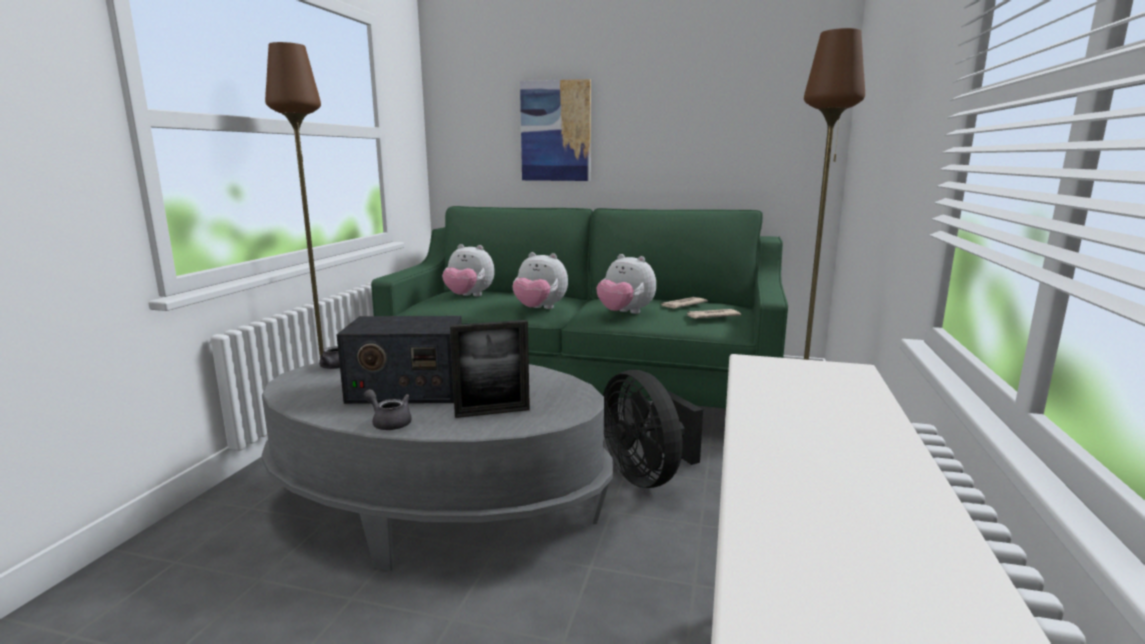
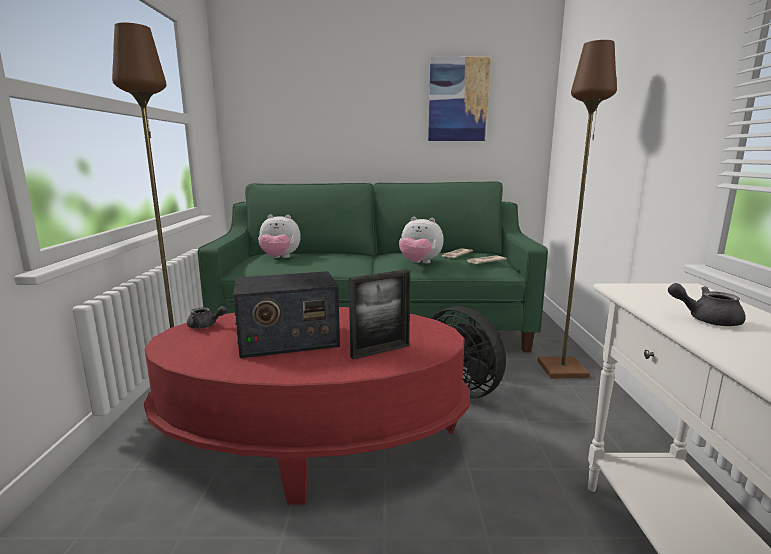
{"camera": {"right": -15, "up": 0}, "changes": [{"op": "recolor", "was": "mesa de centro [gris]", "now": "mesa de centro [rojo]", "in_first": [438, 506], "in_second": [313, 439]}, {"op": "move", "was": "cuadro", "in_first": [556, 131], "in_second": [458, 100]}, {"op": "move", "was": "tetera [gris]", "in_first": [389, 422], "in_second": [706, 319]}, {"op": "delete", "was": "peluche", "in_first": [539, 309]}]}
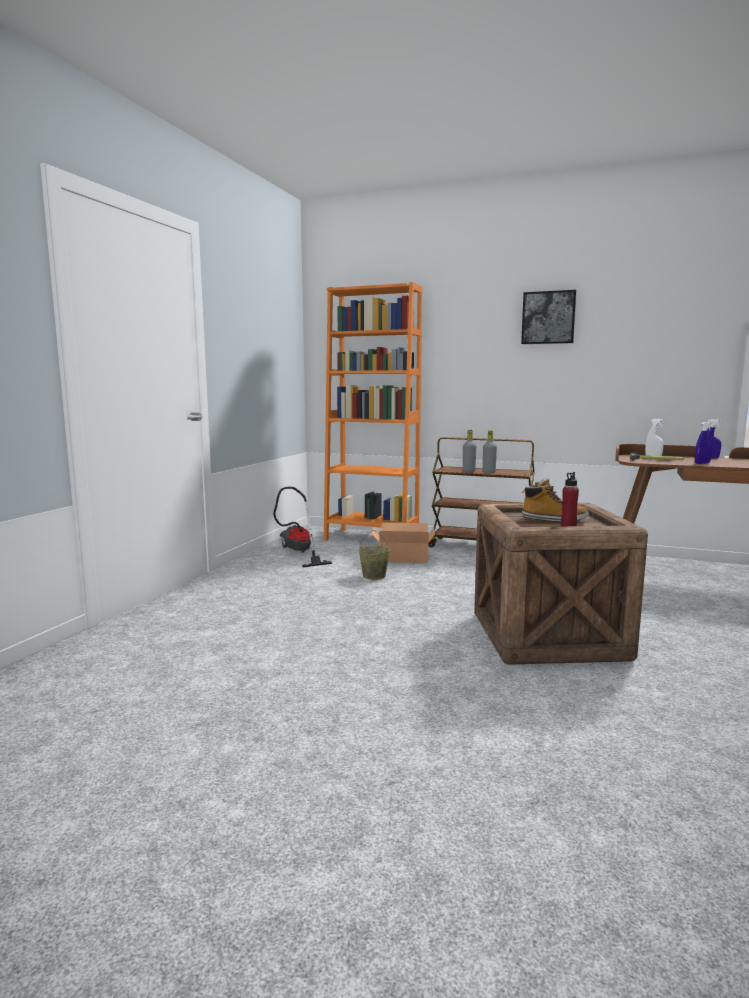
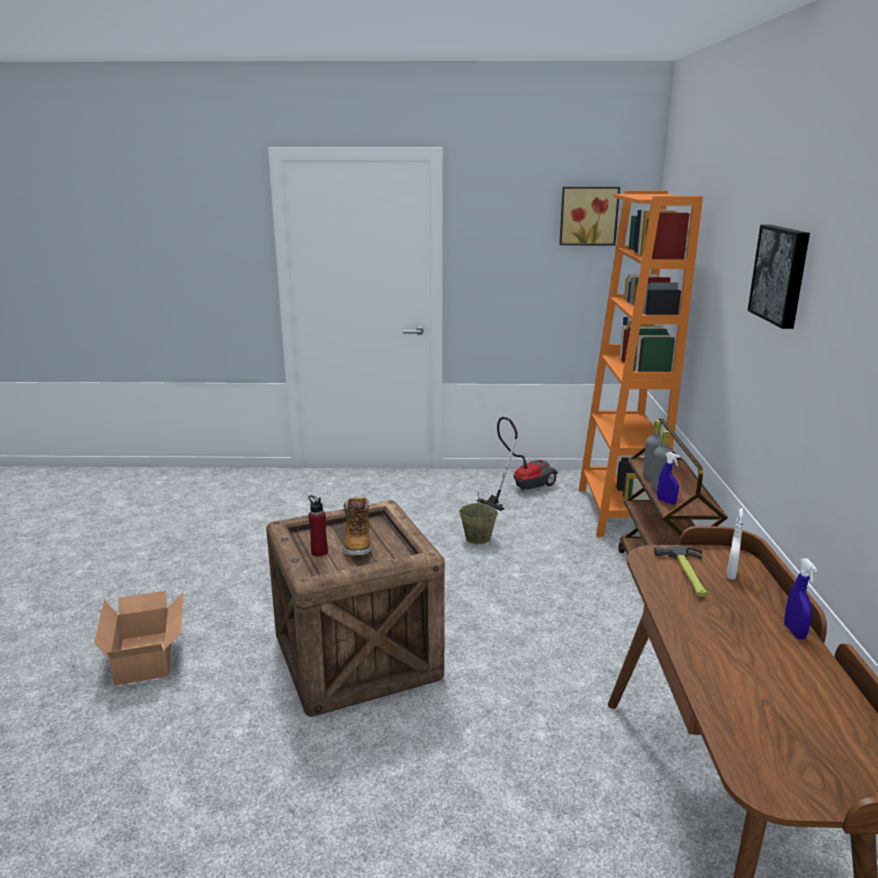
{"camera": {"right": 70, "up": 10}, "changes": [{"op": "move", "was": "caja de cartón", "in_first": [402, 557], "in_second": [148, 655]}, {"op": "insert", "now": "cuadro", "in_second": [588, 216]}, {"op": "move", "was": "pulverizador [azul]", "in_first": [702, 463], "in_second": [666, 501]}]}
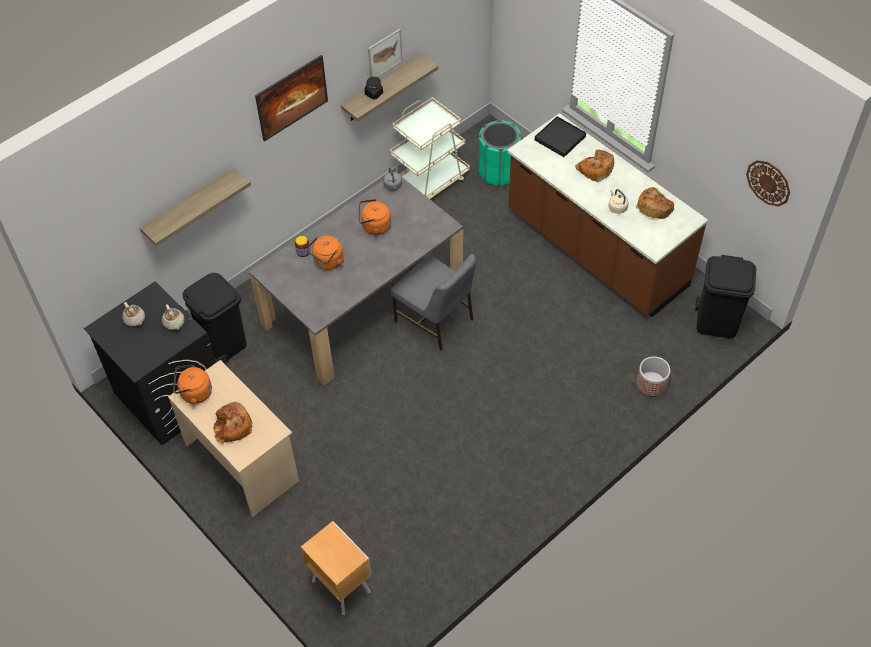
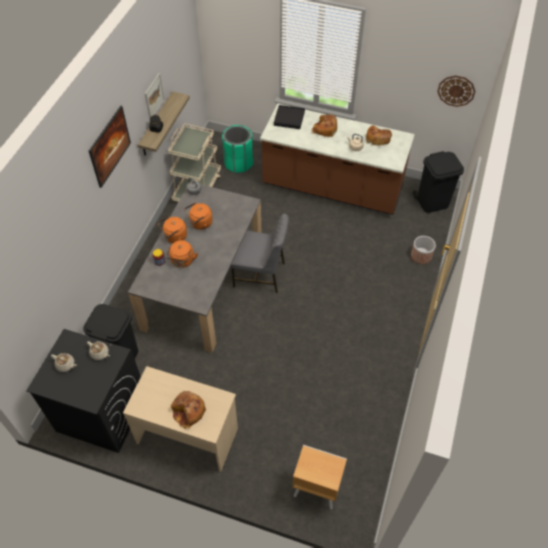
{"camera": {"right": -30, "up": 0}, "changes": [{"op": "move", "was": "hervidor [naranja]", "in_first": [194, 393], "in_second": [174, 237]}, {"op": "delete", "was": "estante", "in_first": [190, 207]}]}
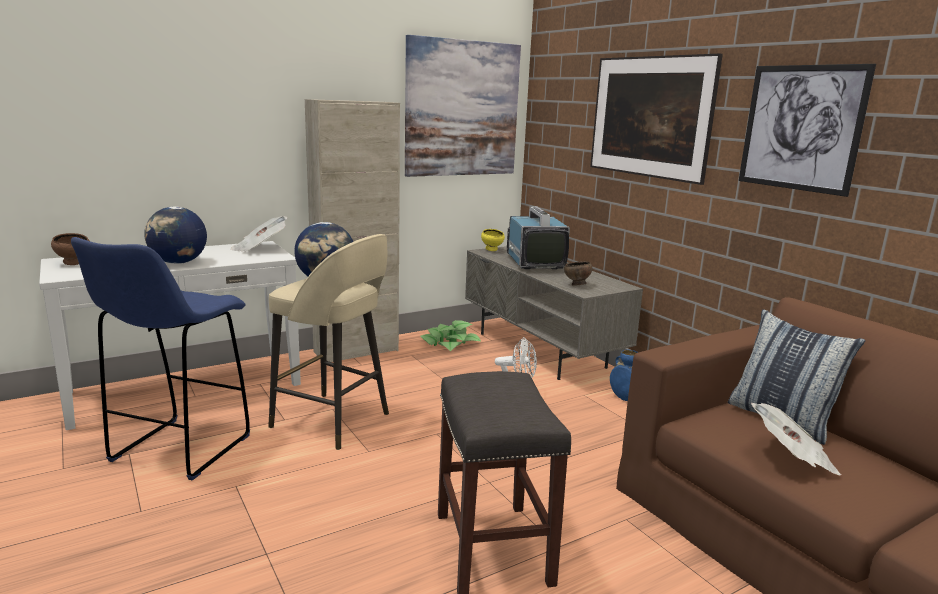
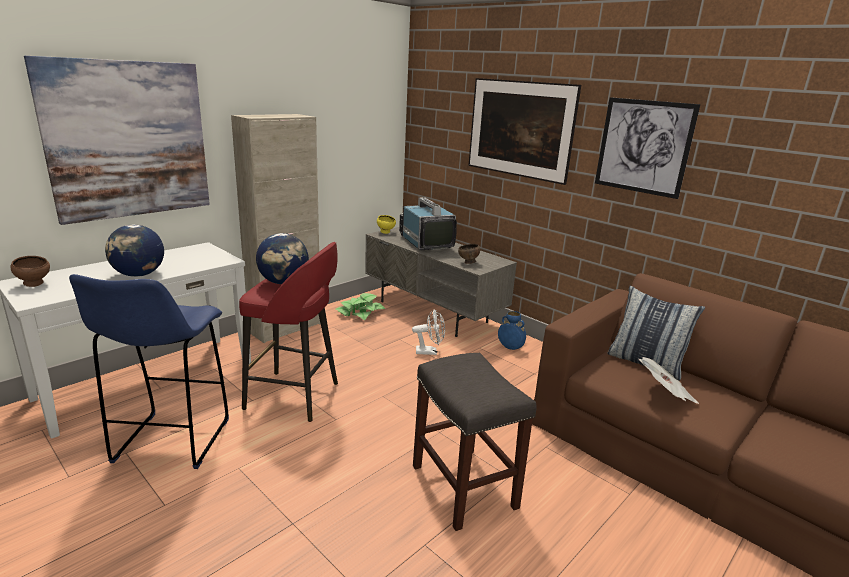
{"camera": {"right": -15, "up": 5}, "changes": [{"op": "move", "was": "cuadro", "in_first": [462, 109], "in_second": [128, 140]}, {"op": "recolor", "was": "taburete [beis]", "now": "taburete [rojo]", "in_first": [333, 421], "in_second": [295, 396]}, {"op": "delete", "was": "periódico", "in_first": [260, 248]}]}
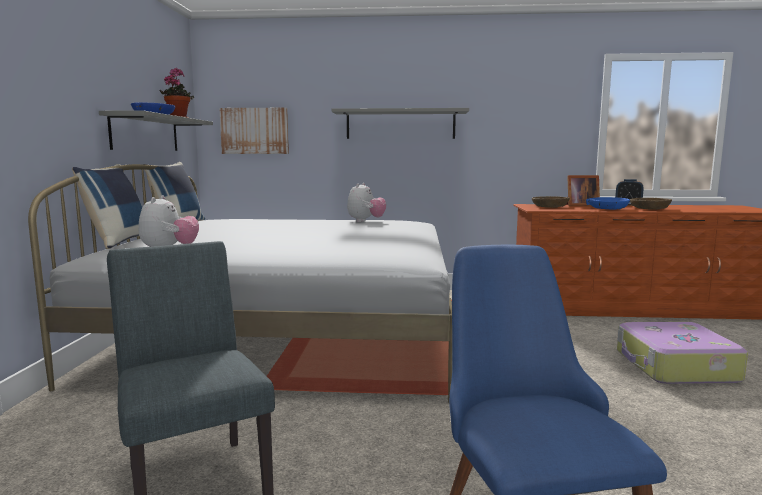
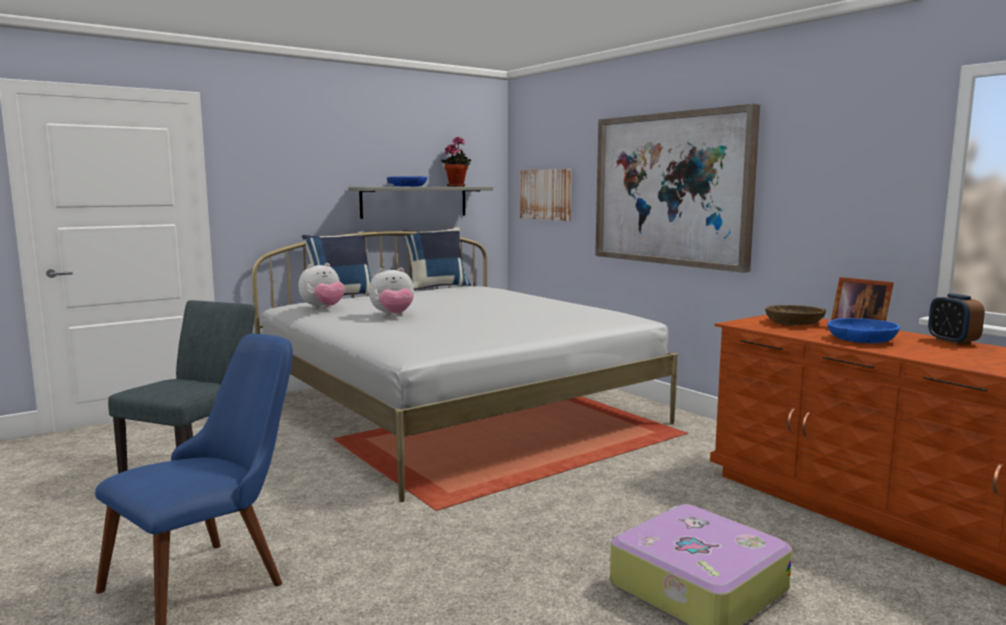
{"camera": {"right": 50, "up": 0}, "changes": [{"op": "move", "was": "peluche", "in_first": [365, 221], "in_second": [393, 316]}, {"op": "replace", "was": "estante [gris]", "now": "cuadro", "in_first": [400, 124], "in_second": [671, 189]}, {"op": "delete", "was": "cuenco [marrón]", "in_first": [649, 208]}]}
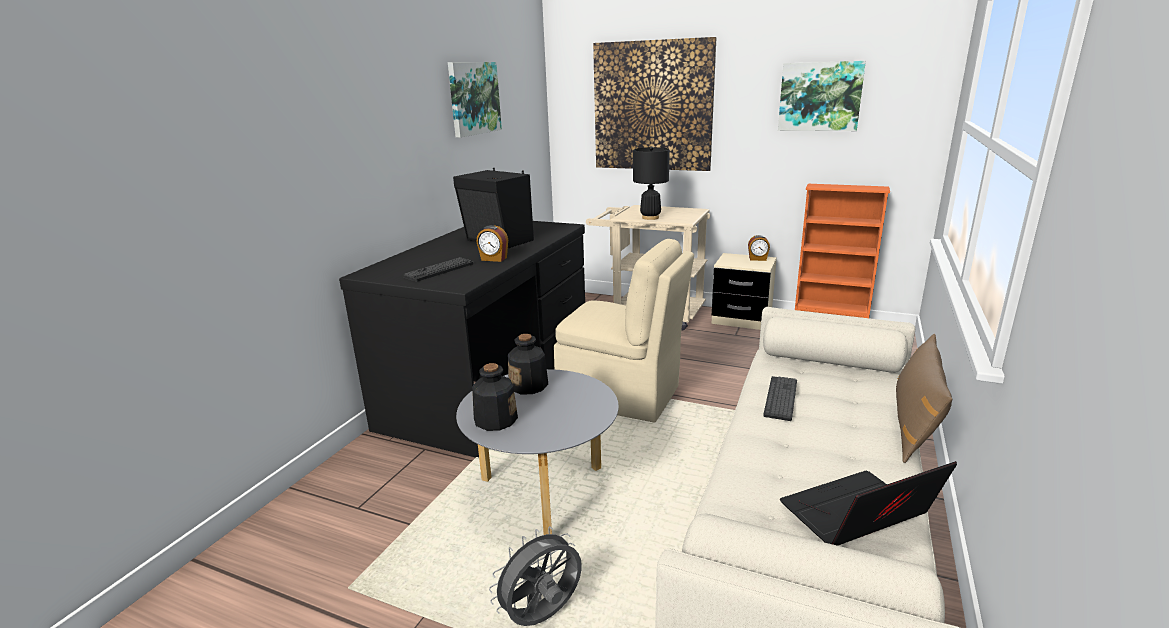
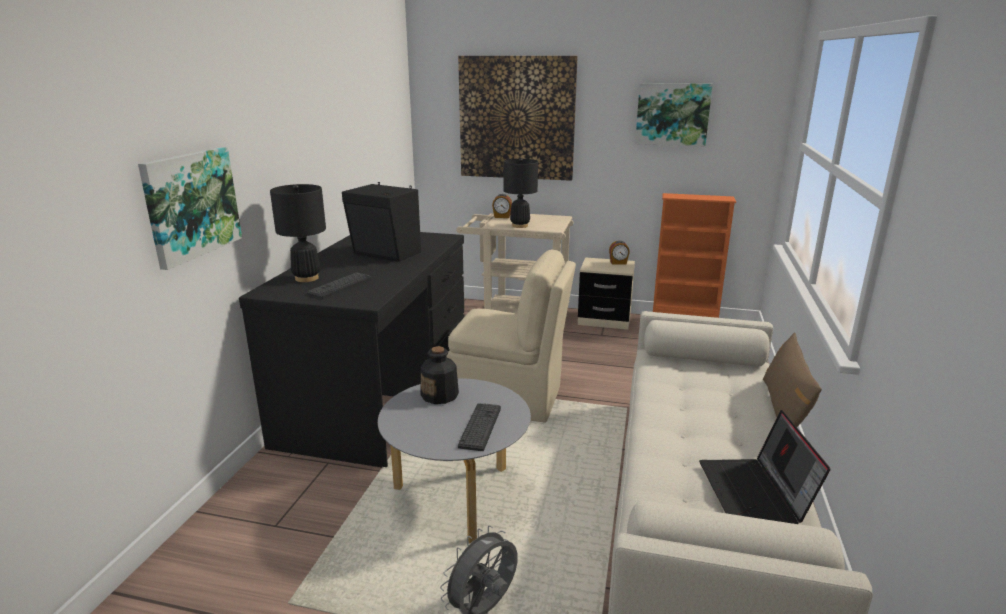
{"camera": {"right": -10, "up": 0}, "changes": [{"op": "move", "was": "cuadro", "in_first": [473, 98], "in_second": [191, 204]}, {"op": "insert", "now": "lámpara de mesa [negro]", "in_second": [307, 278]}, {"op": "move", "was": "teclado", "in_first": [780, 398], "in_second": [480, 427]}, {"op": "move", "was": "despertador", "in_first": [493, 259], "in_second": [502, 217]}, {"op": "rotate", "was": "portátil", "in_first": [857, 517], "in_second": [755, 493], "clockwise": -60}, {"op": "delete", "was": "botella", "in_first": [495, 420]}]}
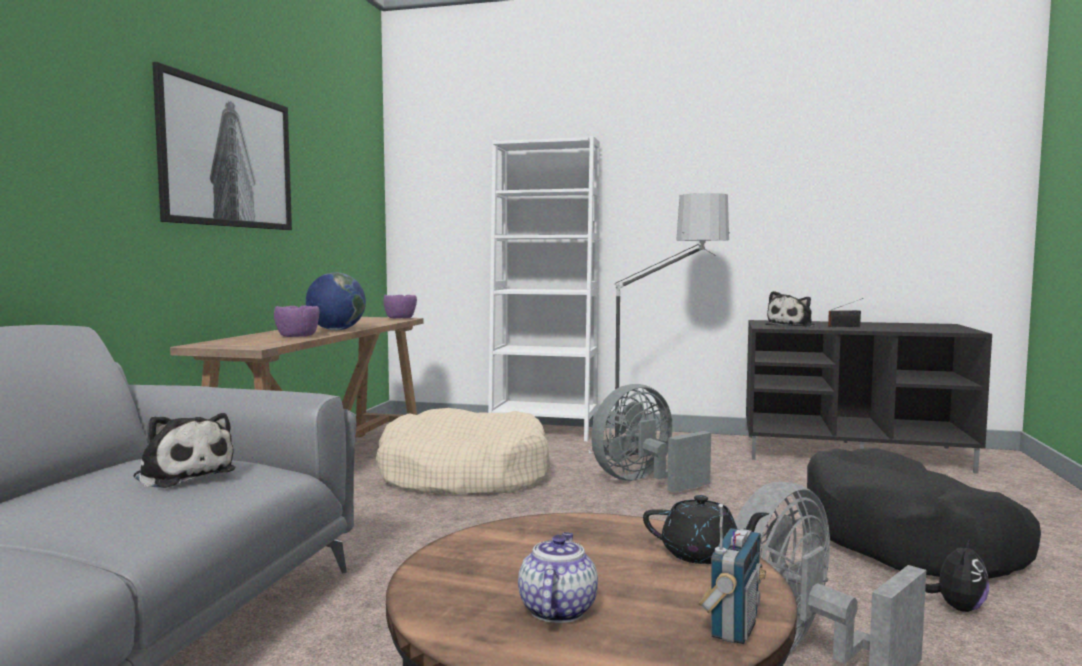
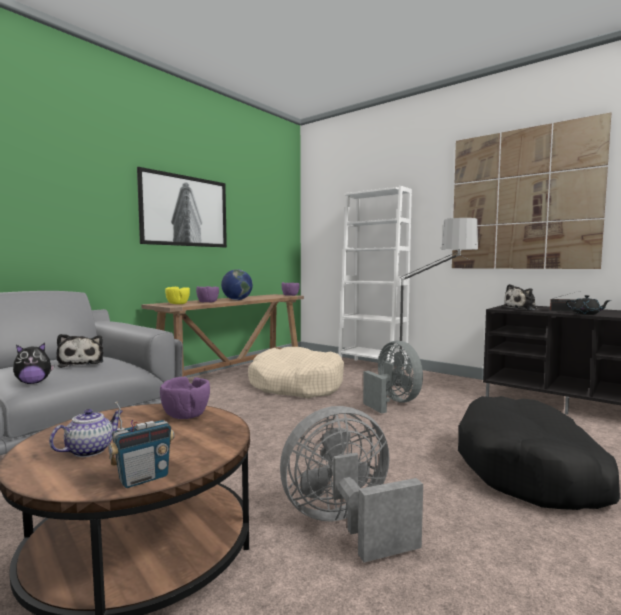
{"camera": {"right": 25, "up": 0}, "changes": [{"op": "move", "was": "peluche", "in_first": [958, 608], "in_second": [33, 383]}, {"op": "insert", "now": "cuenco [morado]", "in_second": [185, 415]}, {"op": "insert", "now": "cuenco [amarillo]", "in_second": [177, 304]}, {"op": "rotate", "was": "ventilador [gris]", "in_first": [644, 482], "in_second": [393, 403], "clockwise": 75}, {"op": "insert", "now": "cuadro", "in_second": [522, 199]}, {"op": "move", "was": "tetera [negro]", "in_first": [702, 554], "in_second": [586, 313]}]}
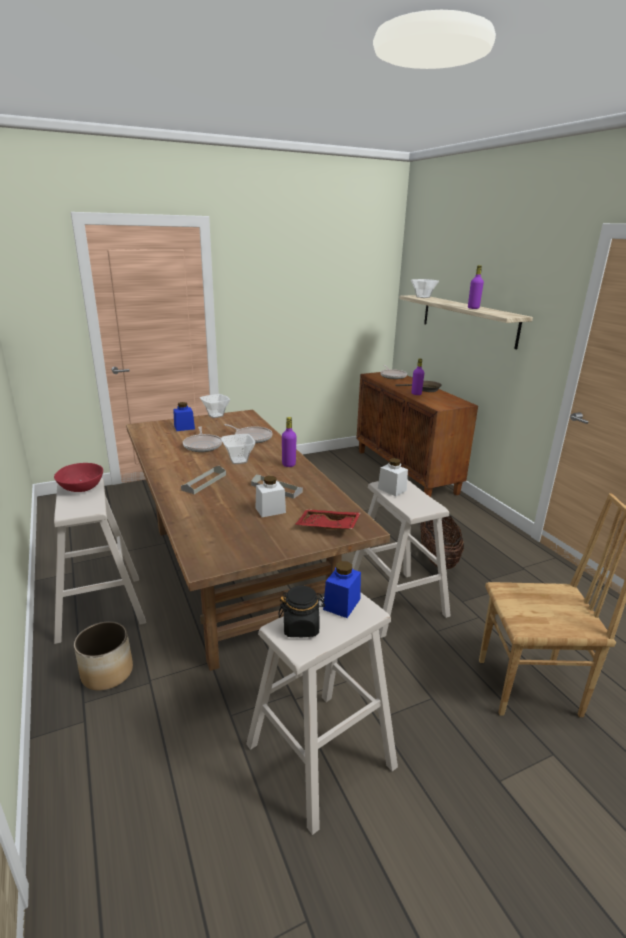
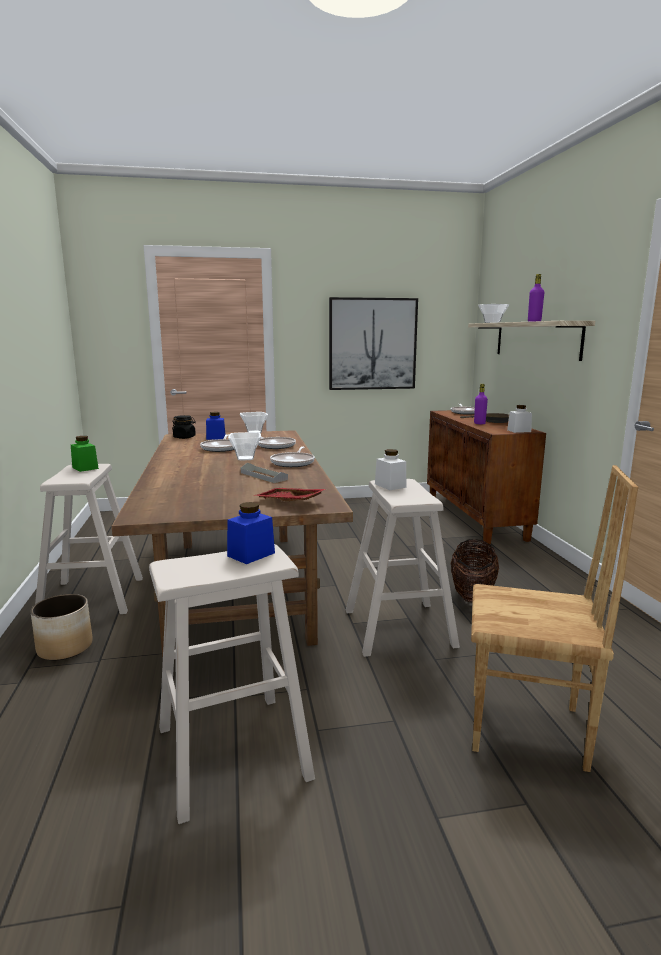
{"camera": {"right": 15, "up": -10}, "changes": [{"op": "replace", "was": "cuenco [rojo]", "now": "tarro [verde]", "in_first": [81, 488], "in_second": [85, 468]}, {"op": "move", "was": "tarro [negro]", "in_first": [301, 627], "in_second": [184, 437]}, {"op": "replace", "was": "botella [morado]", "now": "sartén", "in_first": [288, 464], "in_second": [293, 463]}, {"op": "insert", "now": "cuadro", "in_second": [372, 344]}, {"op": "move", "was": "tarro [blanco]", "in_first": [270, 510], "in_second": [519, 431]}, {"op": "delete", "was": "bandeja [gris]", "in_first": [204, 482]}]}
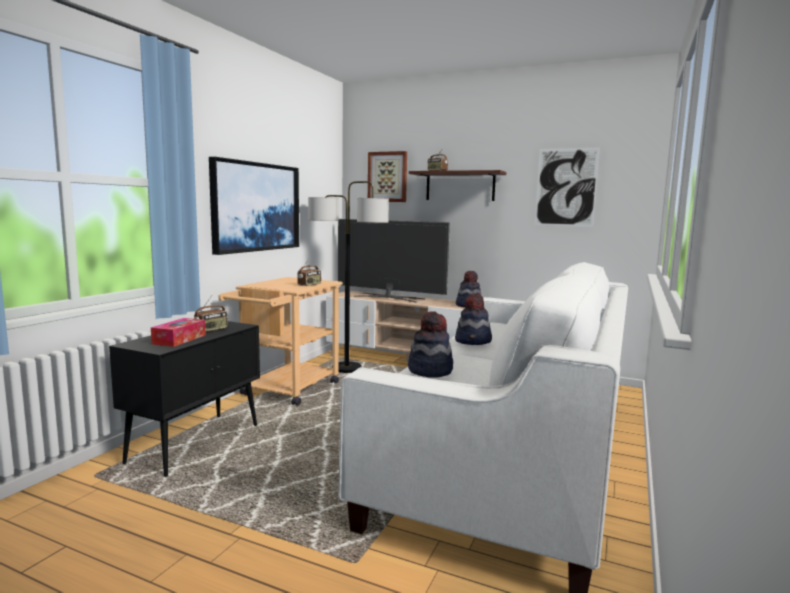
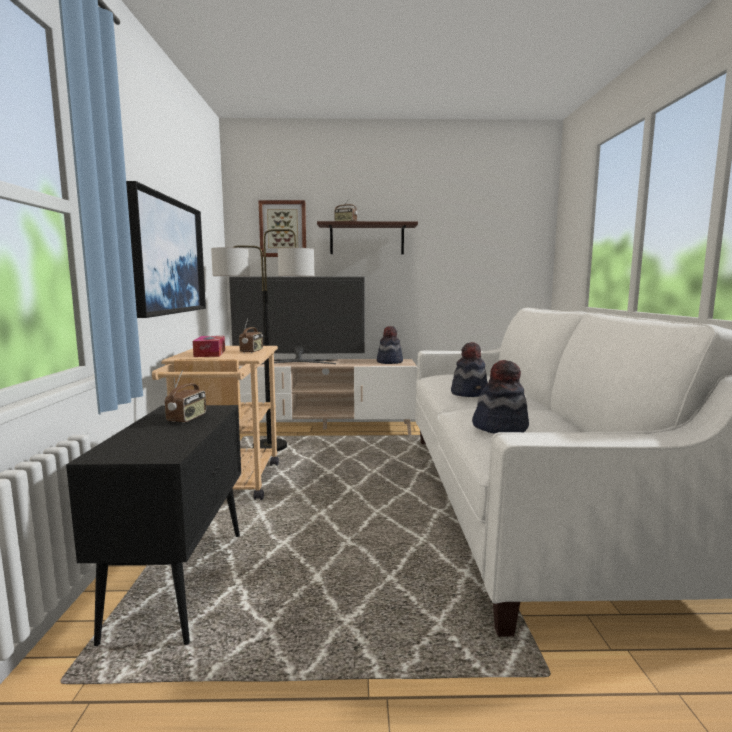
{"camera": {"right": -25, "up": 0}, "changes": [{"op": "move", "was": "caja de pañuelos", "in_first": [179, 339], "in_second": [210, 353]}, {"op": "delete", "was": "cuadro", "in_first": [566, 187]}]}
